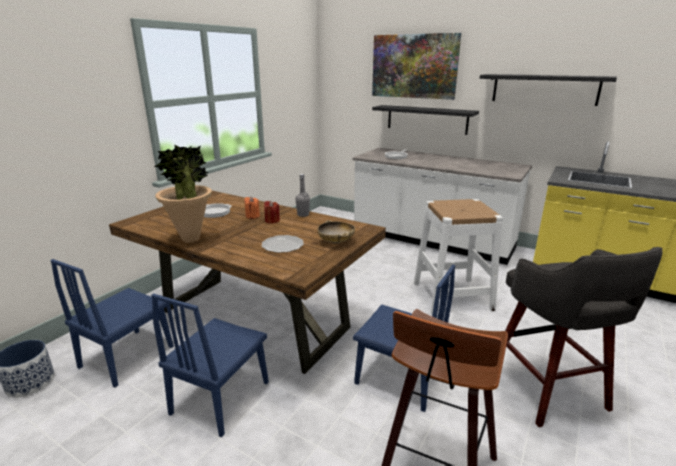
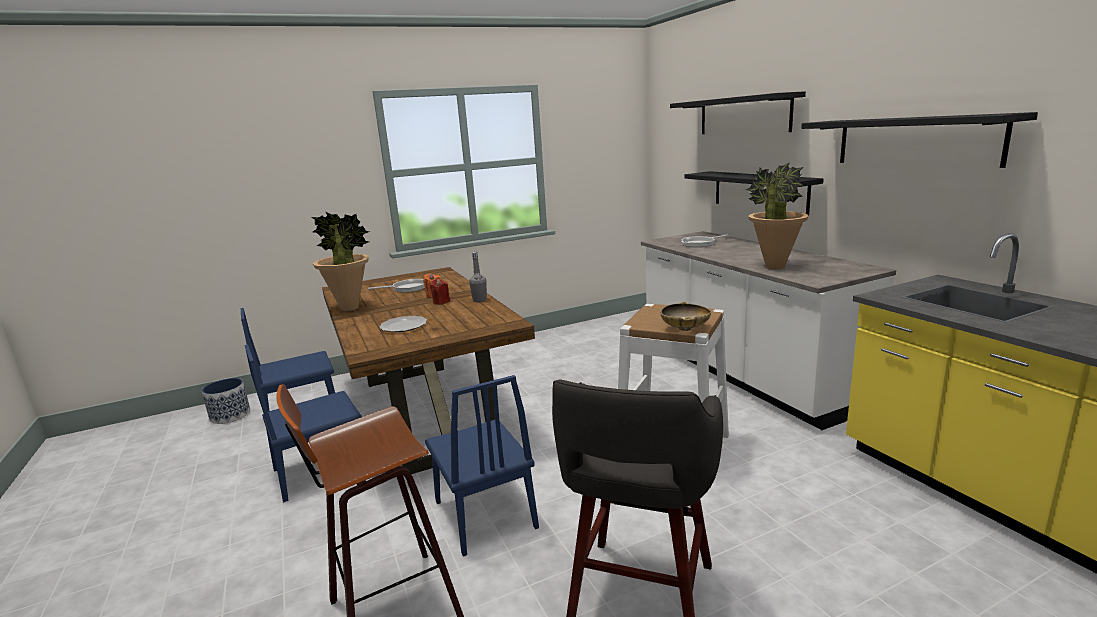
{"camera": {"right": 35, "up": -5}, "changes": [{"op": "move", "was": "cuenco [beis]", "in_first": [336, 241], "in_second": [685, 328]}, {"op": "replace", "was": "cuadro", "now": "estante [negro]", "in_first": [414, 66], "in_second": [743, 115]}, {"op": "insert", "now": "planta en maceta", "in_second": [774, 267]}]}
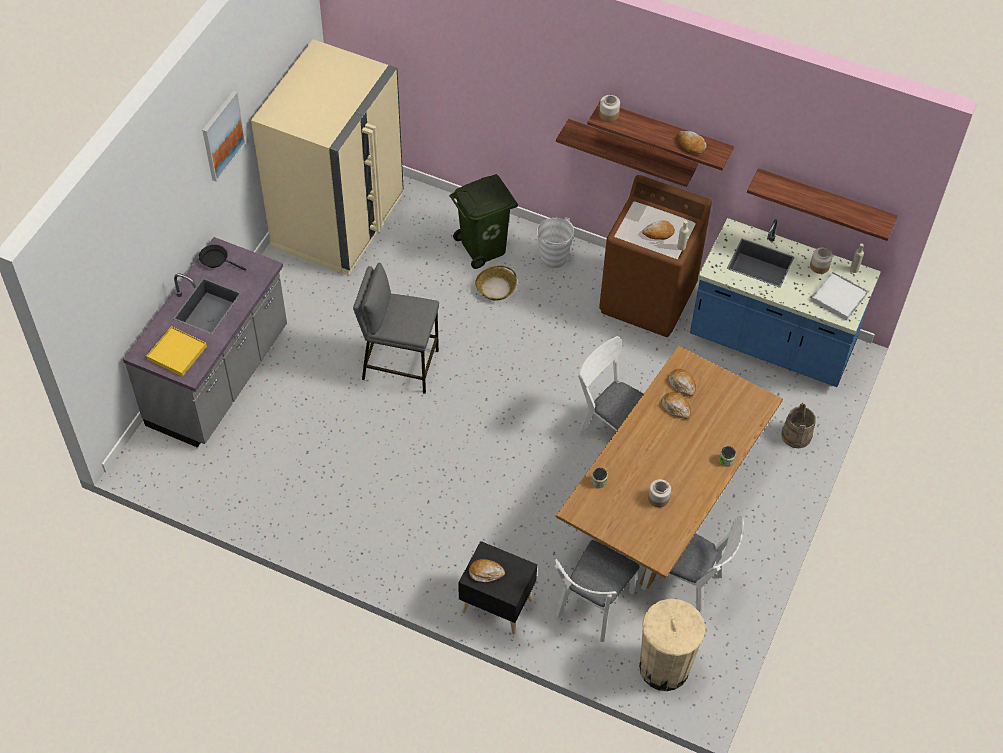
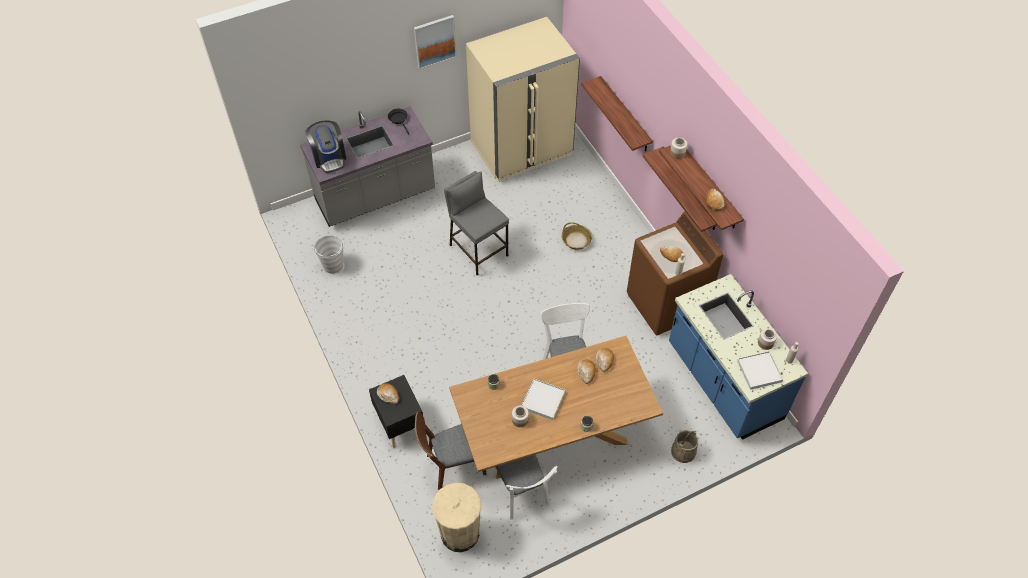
{"camera": {"right": 40, "up": 0}, "changes": [{"op": "replace", "was": "bandeja [amarillo]", "now": "cafetera", "in_first": [177, 353], "in_second": [329, 157]}, {"op": "move", "was": "cubo [blanco]", "in_first": [553, 258], "in_second": [333, 265]}, {"op": "recolor", "was": "silla [blanco]", "now": "silla [marrón]", "in_first": [592, 609], "in_second": [451, 466]}, {"op": "insert", "now": "bandeja [blanco]", "in_second": [543, 400]}, {"op": "move", "was": "estante", "in_first": [824, 202], "in_second": [625, 115]}, {"op": "delete", "was": "papelera [verde]", "in_first": [483, 248]}]}
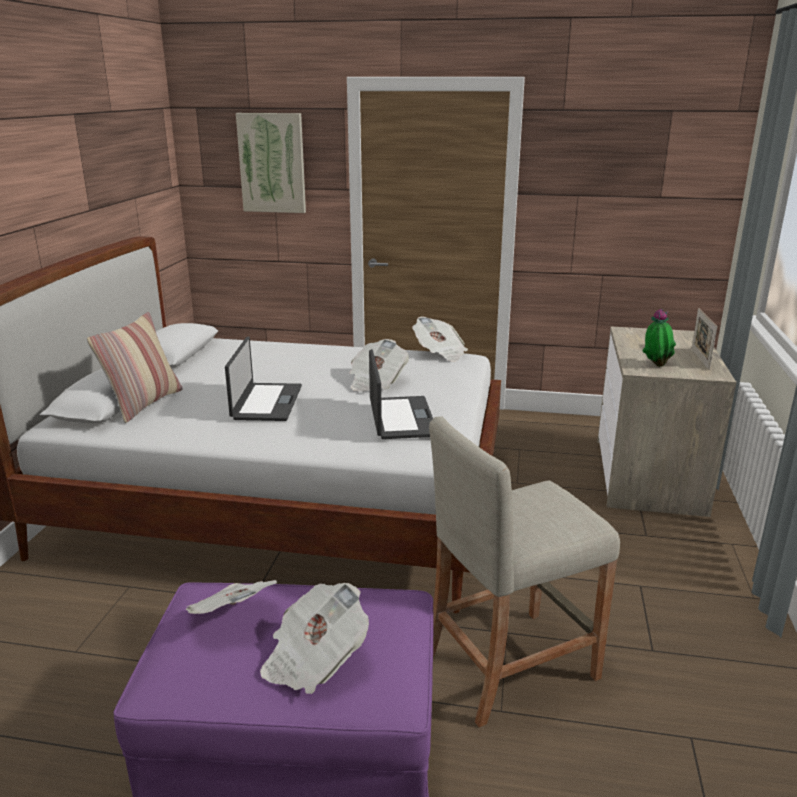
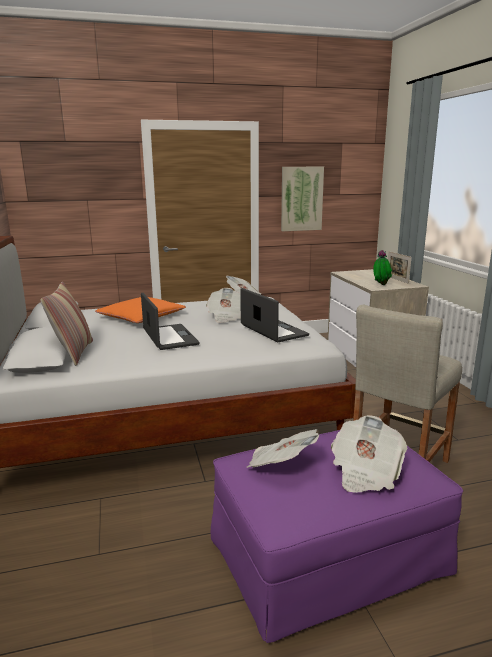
{"camera": {"right": -25, "up": -5}, "changes": [{"op": "insert", "now": "cojín [naranja]", "in_second": [141, 317]}, {"op": "move", "was": "cuadro", "in_first": [272, 163], "in_second": [301, 199]}]}
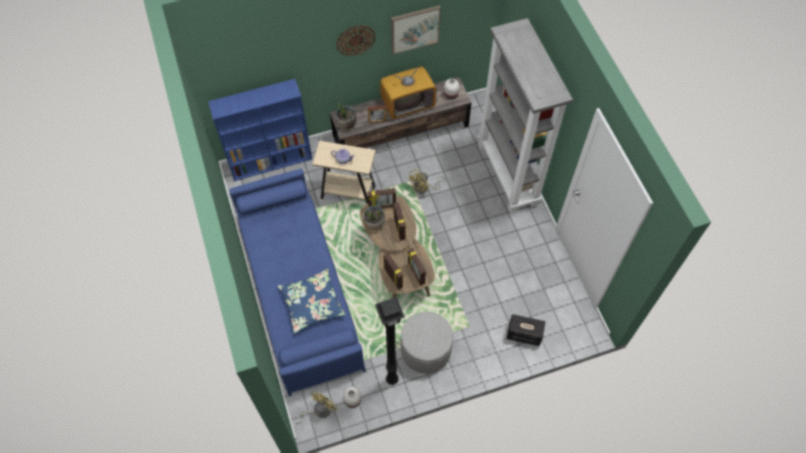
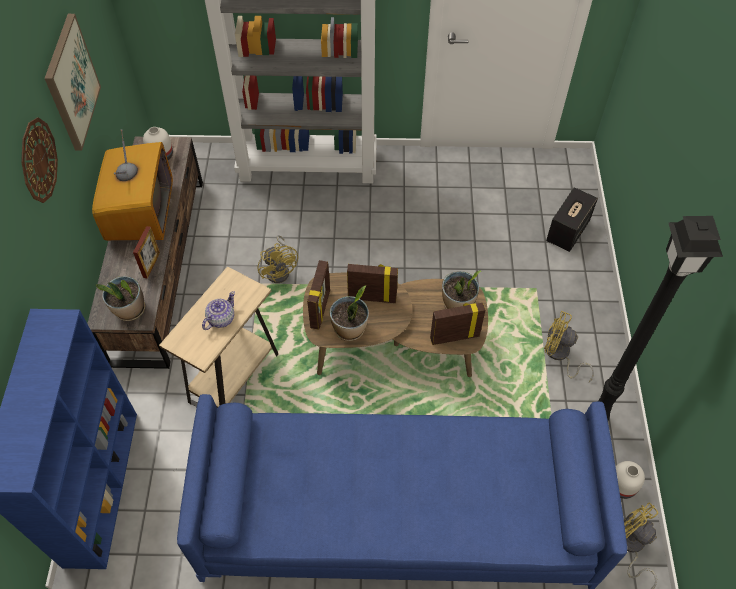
{"camera": {"right": -70, "up": -5}, "changes": [{"op": "replace", "was": "portarretratos", "now": "planta en maceta", "in_first": [416, 273], "in_second": [458, 304]}, {"op": "replace", "was": "puf [gris]", "now": "ventilador [amarillo]", "in_first": [426, 350], "in_second": [559, 355]}, {"op": "delete", "was": "cojín [azul]", "in_first": [312, 303]}]}
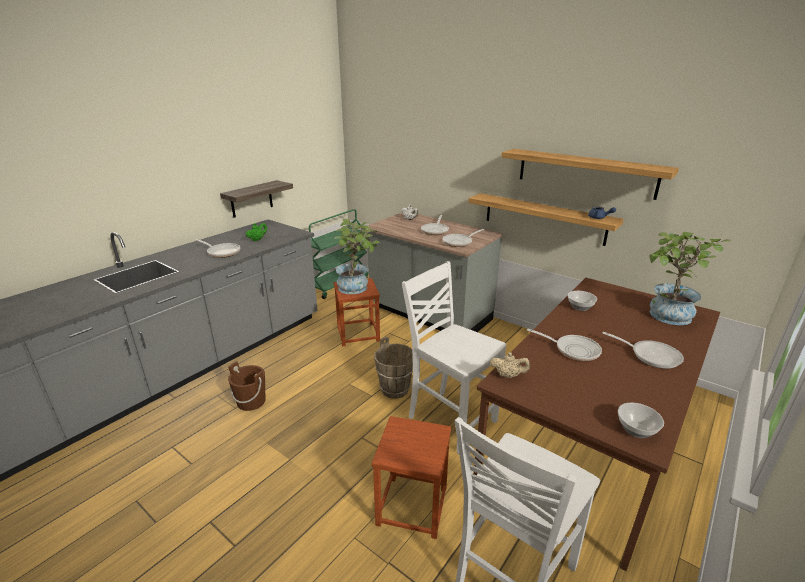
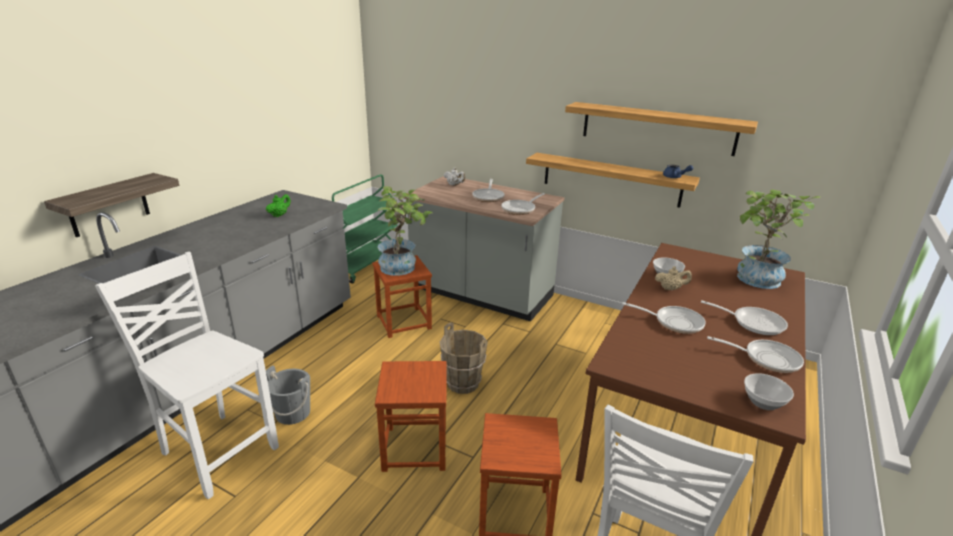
{"camera": {"right": -10, "up": 0}, "changes": [{"op": "move", "was": "estante", "in_first": [251, 199], "in_second": [108, 205]}, {"op": "move", "was": "silla [blanco]", "in_first": [450, 419], "in_second": [218, 450]}, {"op": "recolor", "was": "cubo [marrón]", "now": "cubo [gris]", "in_first": [251, 401], "in_second": [293, 413]}, {"op": "insert", "now": "taburete [marrón]", "in_second": [415, 447]}, {"op": "move", "was": "tetera [beis]", "in_first": [508, 375], "in_second": [670, 289]}, {"op": "move", "was": "sartén", "in_first": [222, 252], "in_second": [766, 359]}]}
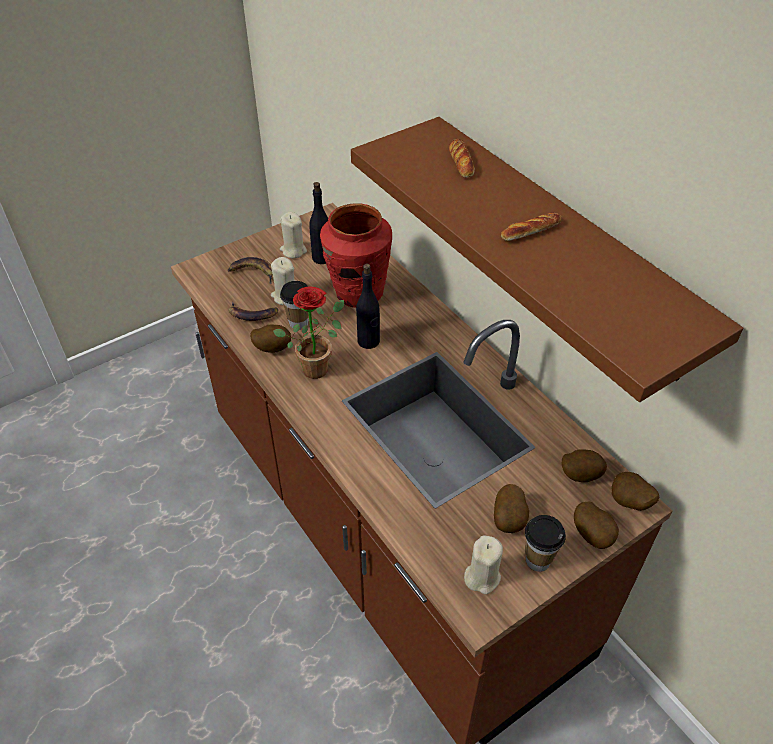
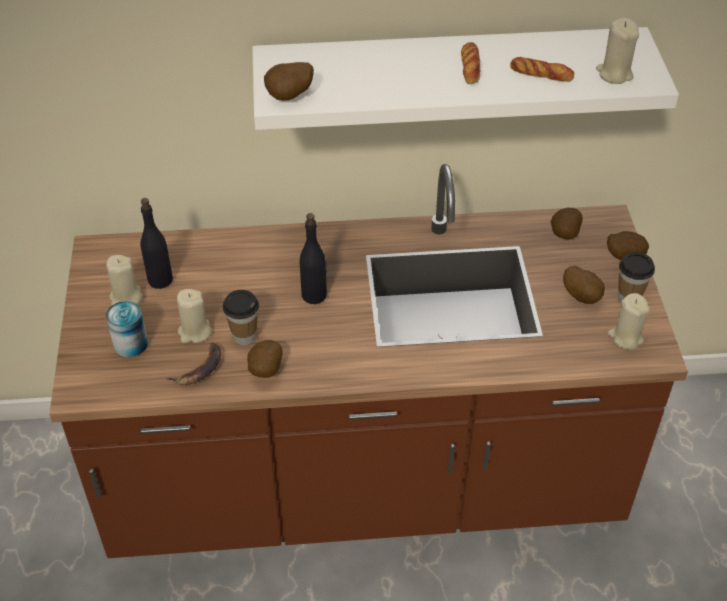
{"camera": {"right": -60, "up": 0}, "changes": [{"op": "replace", "was": "plátano", "now": "lata", "in_first": [252, 272], "in_second": [130, 344]}, {"op": "recolor", "was": "estante [marrón]", "now": "estante [blanco]", "in_first": [560, 245], "in_second": [449, 74]}, {"op": "move", "was": "patata", "in_first": [629, 503], "in_second": [290, 97]}, {"op": "move", "was": "pan", "in_first": [461, 162], "in_second": [541, 74]}, {"op": "insert", "now": "vela [beis]", "in_second": [614, 74]}, {"op": "delete", "was": "planta en maceta", "in_first": [318, 366]}, {"op": "delete", "was": "florero [rojo]", "in_first": [358, 293]}]}
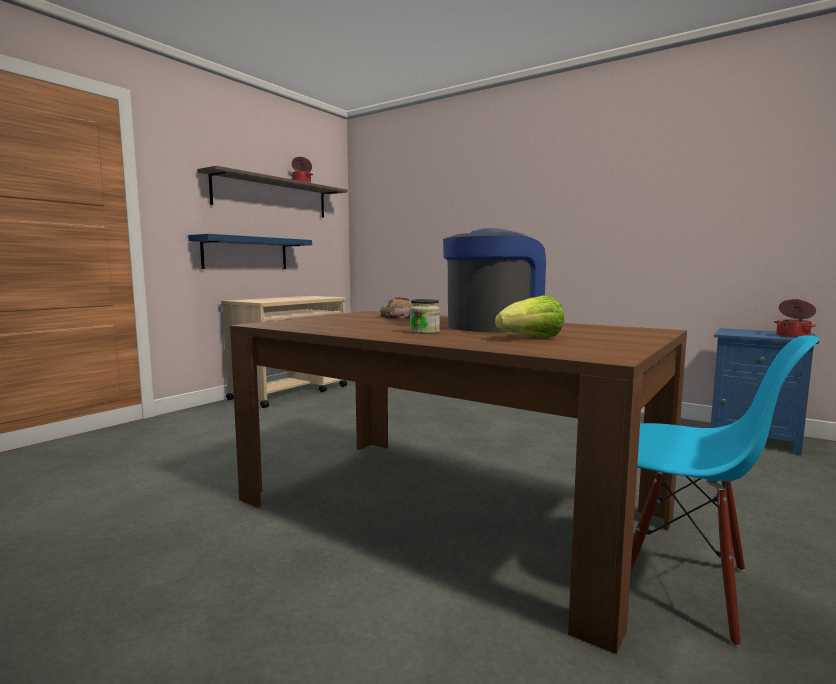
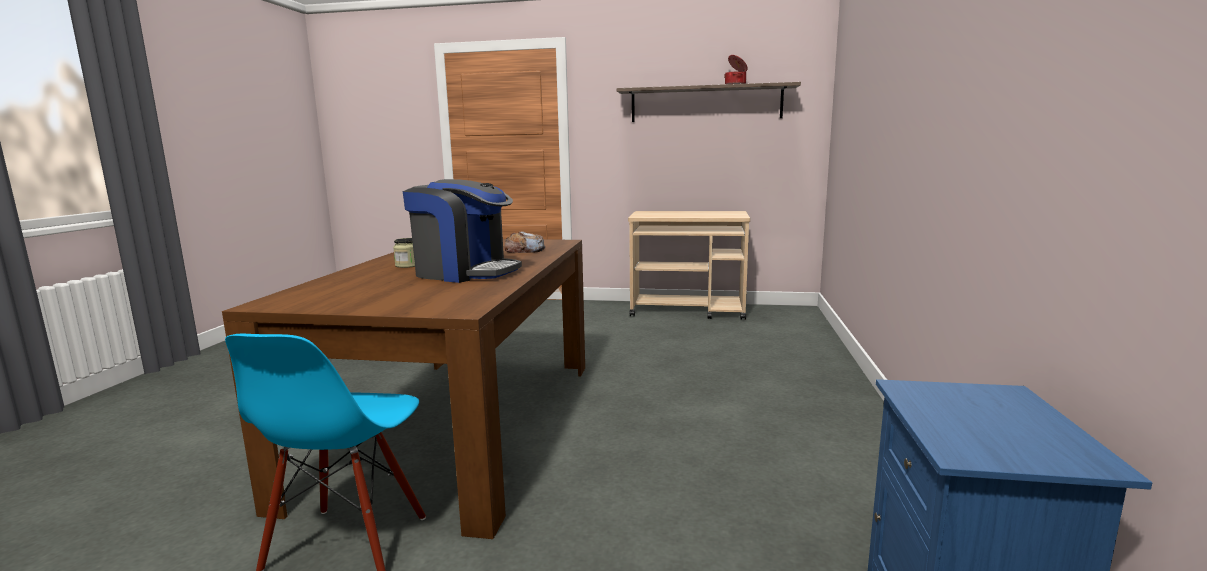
{"camera": {"right": 65, "up": 5}, "changes": [{"op": "delete", "was": "estante [azul]", "in_first": [246, 253]}, {"op": "delete", "was": "lechuga", "in_first": [532, 338]}, {"op": "delete", "was": "olla", "in_first": [793, 336]}]}
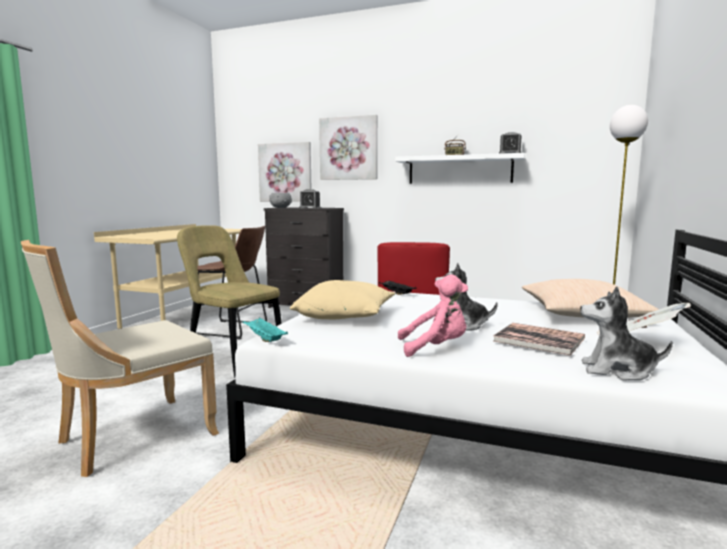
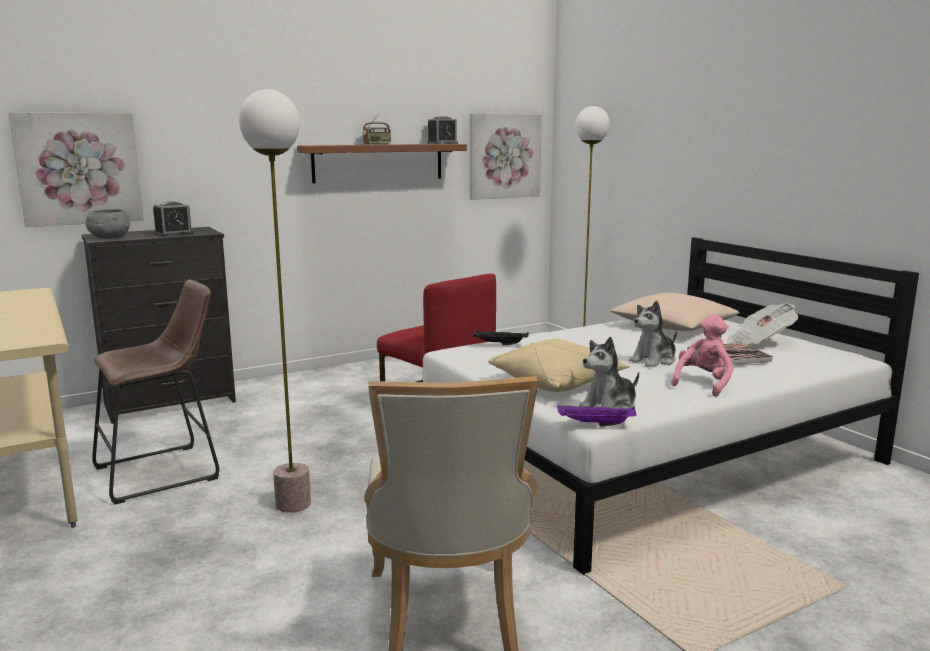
{"camera": {"right": -50, "up": 5}, "changes": [{"op": "replace", "was": "silla [beis]", "now": "lámpara de pie", "in_first": [232, 360], "in_second": [292, 504]}, {"op": "recolor", "was": "estante [blanco]", "now": "estante [marrón]", "in_first": [459, 170], "in_second": [378, 162]}, {"op": "move", "was": "cuadro", "in_first": [349, 148], "in_second": [504, 156]}, {"op": "recolor", "was": "bandeja [turquesa]", "now": "bandeja [morado]", "in_first": [264, 339], "in_second": [595, 425]}, {"op": "move", "was": "peluche", "in_first": [617, 371], "in_second": [609, 407]}]}
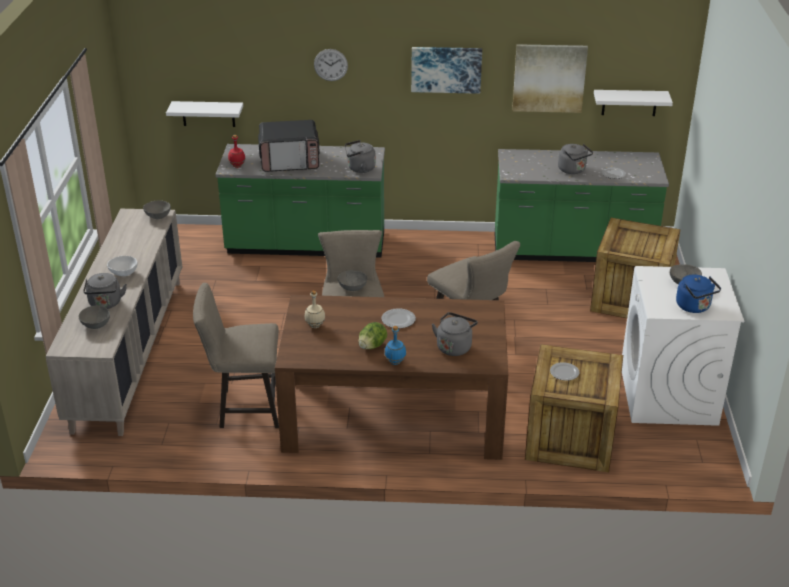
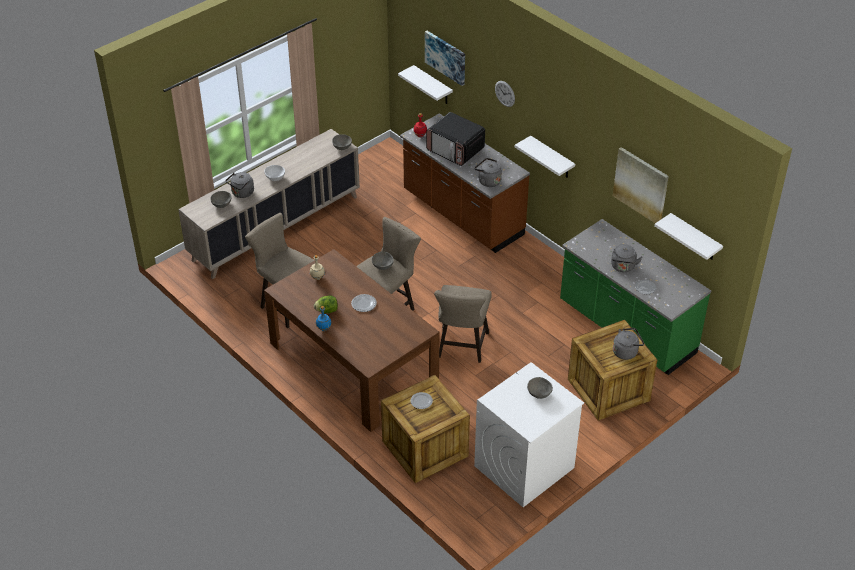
{"camera": {"right": 45, "up": 10}, "changes": [{"op": "recolor", "was": "mueble bajo de cocina [verde]", "now": "mueble bajo de cocina [marrón]", "in_first": [306, 245], "in_second": [462, 215]}, {"op": "move", "was": "cuadro", "in_first": [446, 69], "in_second": [446, 57]}, {"op": "insert", "now": "estante [blanco]", "in_second": [552, 158]}, {"op": "move", "was": "hervidor [gris]", "in_first": [454, 347], "in_second": [626, 352]}, {"op": "delete", "was": "hervidor [azul]", "in_first": [694, 307]}]}
